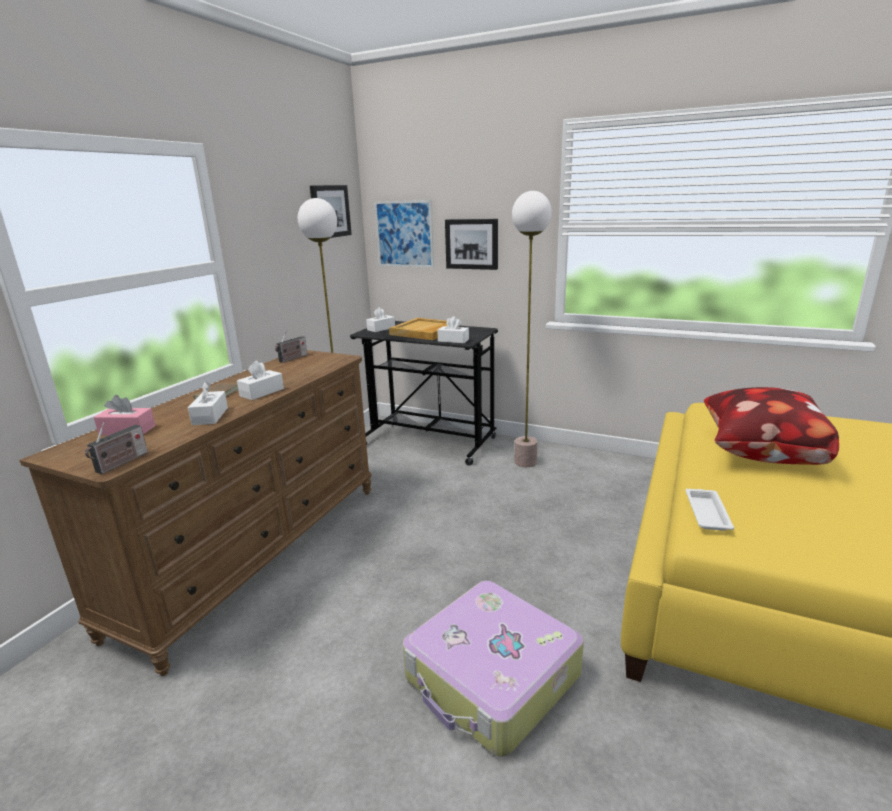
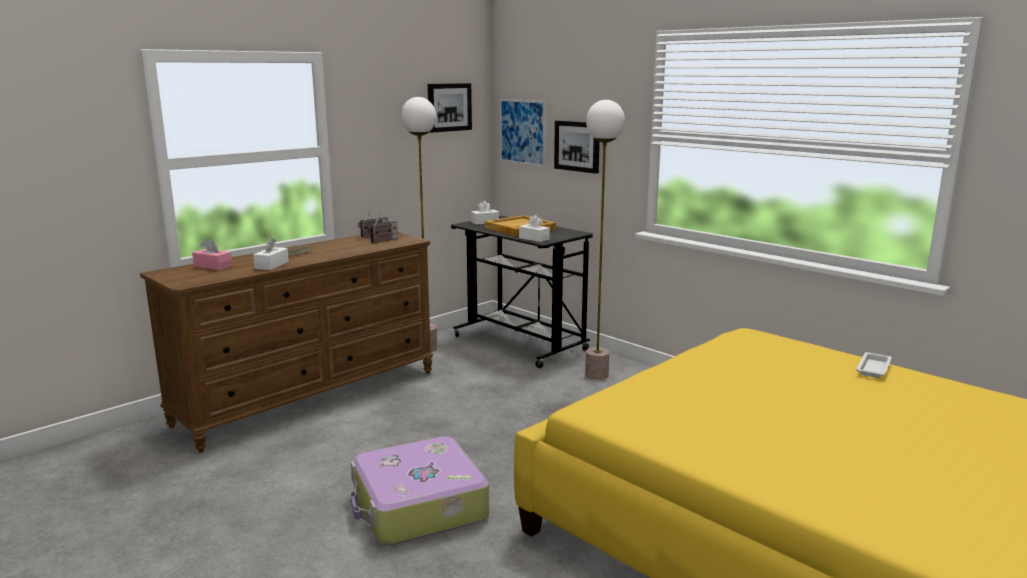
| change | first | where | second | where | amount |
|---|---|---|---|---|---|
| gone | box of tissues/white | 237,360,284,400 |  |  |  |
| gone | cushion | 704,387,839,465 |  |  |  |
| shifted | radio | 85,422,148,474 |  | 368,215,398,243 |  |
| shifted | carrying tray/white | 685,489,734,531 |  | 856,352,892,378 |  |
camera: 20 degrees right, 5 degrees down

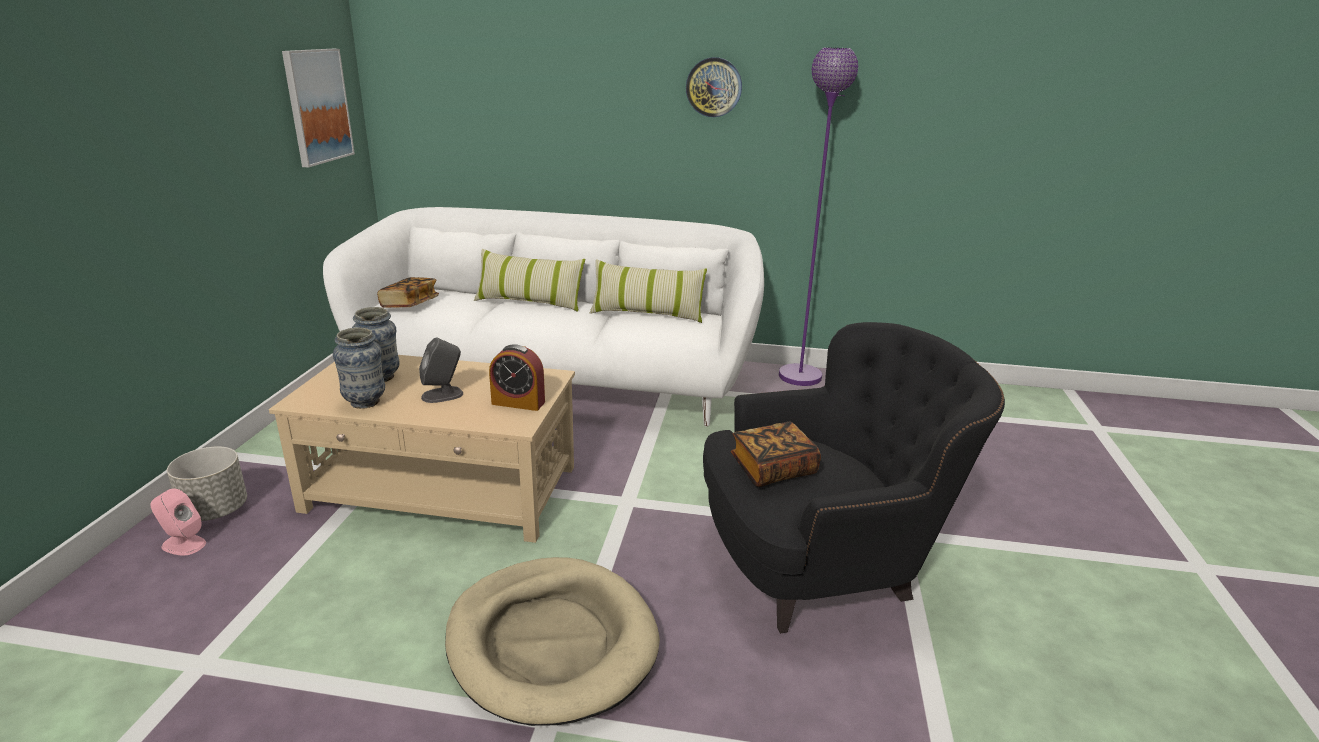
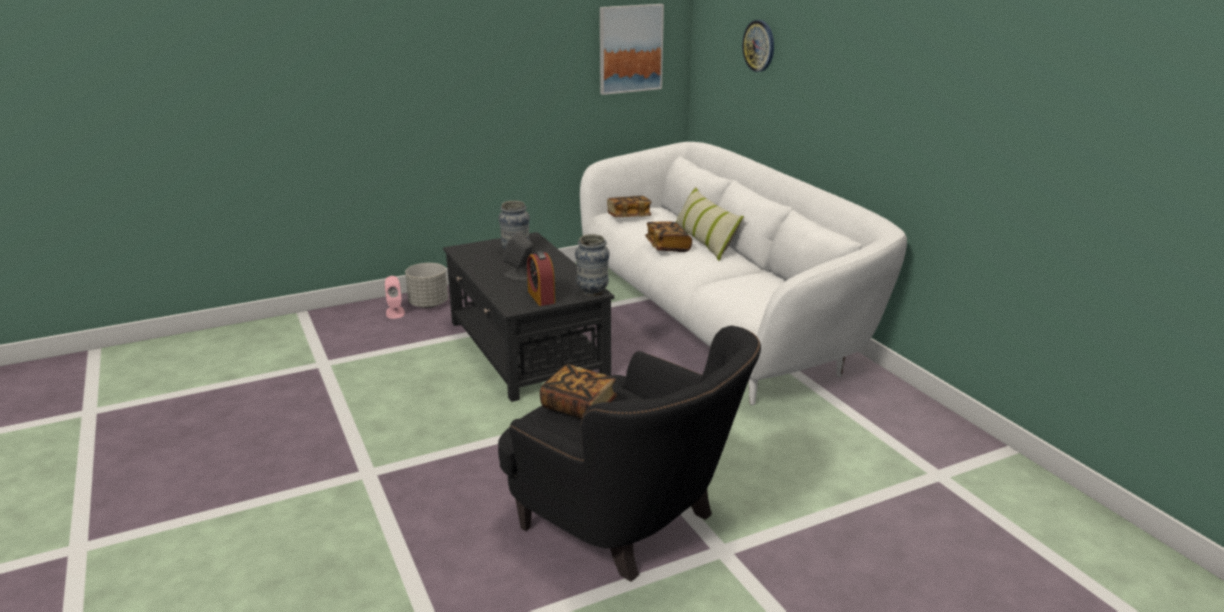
| change | first | where | second | where | amount |
|---|---|---|---|---|---|
| gone | standing lamp/purple | 779,47,858,386 |  |  |  |
| shifted | wall clock | 686,57,742,117 |  | 742,20,774,72 |  |
| gone | cushion | 590,259,707,323 |  |  |  |
| shifted | vase | 333,327,385,409 |  | 575,234,610,296 |  |
| repainted | low table/beige-coloured | 269,355,575,543 | low table/black | 443,232,614,402 |  |
| gone | dog bed/beige-coloured | 445,557,660,726 |  |  |  |
| new |  |  | volume | 645,222,692,252 |  |
camera: 55 degrees right, 0 degrees up

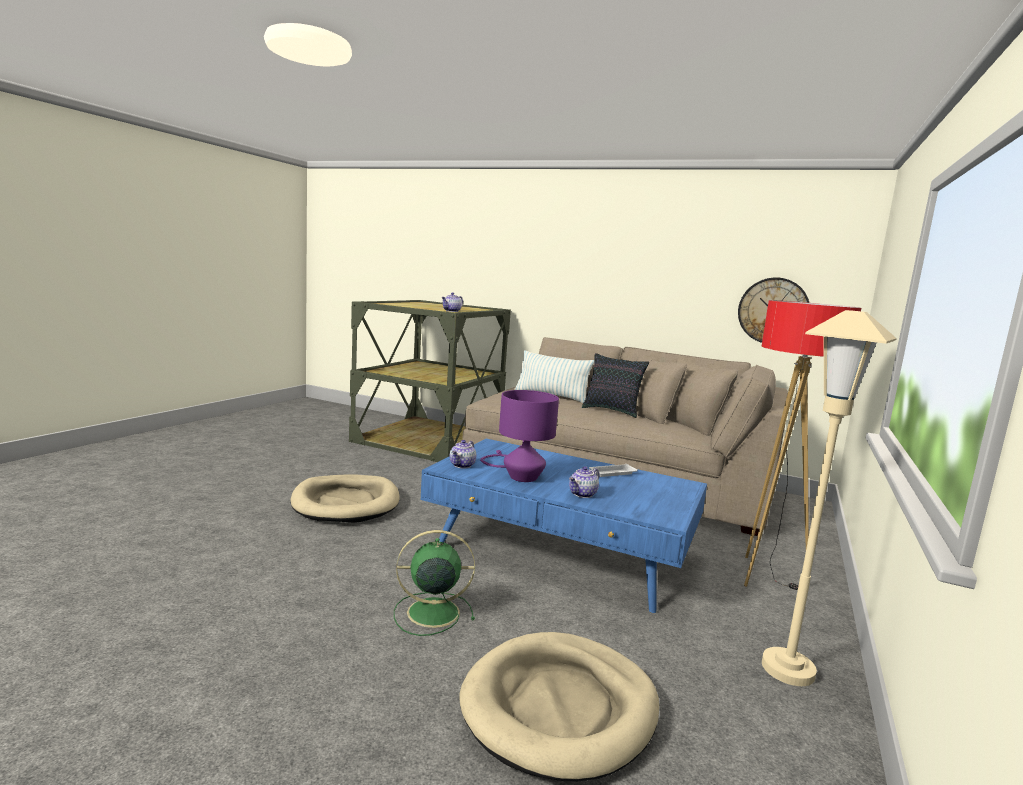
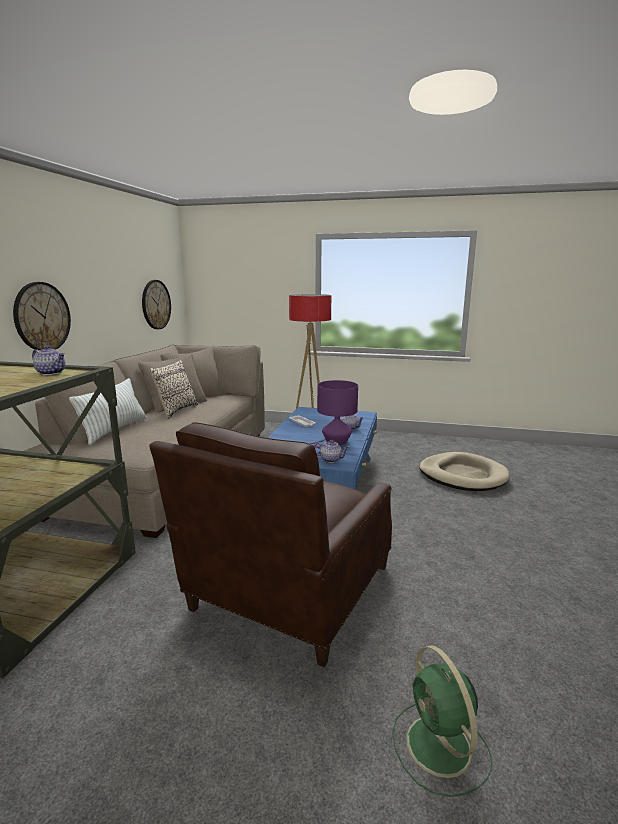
| change | first | where | second | where | amount |
|---|---|---|---|---|---|
| gone | standing lamp/beige-coloured | 762,310,897,686 |  |  |  |
| repainted | cushion/black | 582,353,649,418 | cushion/beige-coloured | 149,360,198,419 |  |
| swapped | dog bed/beige-coloured | 290,475,400,523 | lounge chair/brownish | 150,422,392,667 |  |
| shifted | fan/green | 394,530,475,636 |  | 392,645,492,797 |  |
| new |  |  | wall clock | 13,282,71,350 |  |
camera: 100 degrees left, 5 degrees up

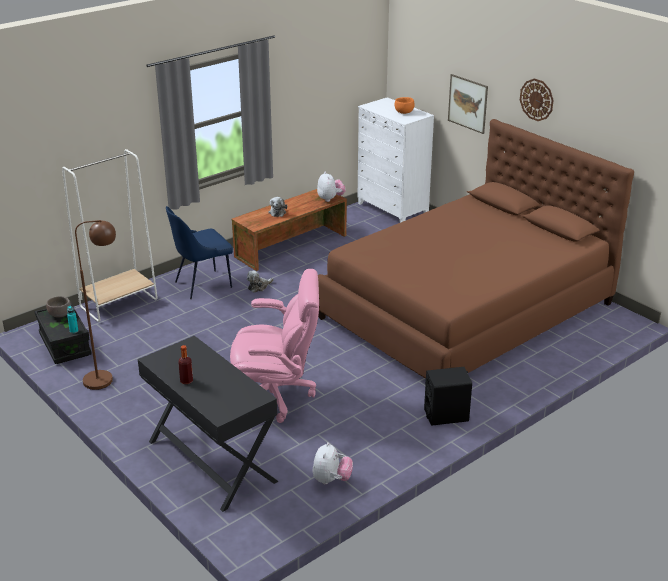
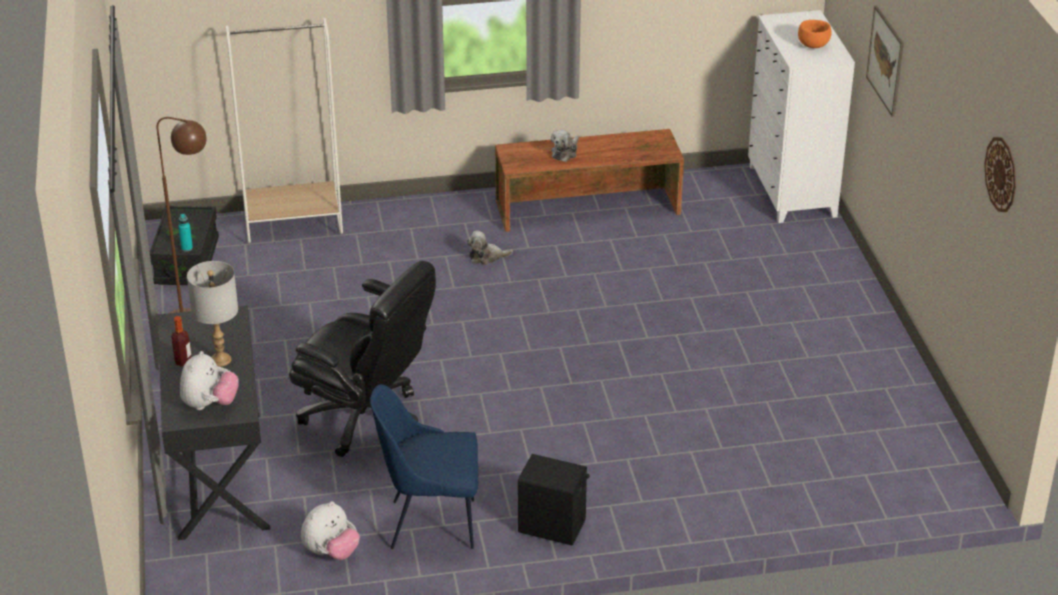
| change | first | where | second | where | amount |
|---|---|---|---|---|---|
| shifted | wall clock | 520,79,554,121 |  | 984,137,1016,212 |  |
| gone | bedroom bed/brownish | 318,119,634,379 |  |  |  |
| shifted | soft toy | 317,172,346,202 |  | 180,351,239,410 |  |
| shifted | plain chair/blue | 166,206,233,299 |  | 370,385,478,549 |  |
| repainted | computer chair/pink-coloured | 230,269,319,423 | computer chair/black | 289,261,436,457 |  |
| gone | serving bowl/brownish | 46,296,71,318 |  |  |  |
| new |  |  | tabletop lamp/greyish | 187,261,238,367 |  |
camera: 30 degrees right, 5 degrees up

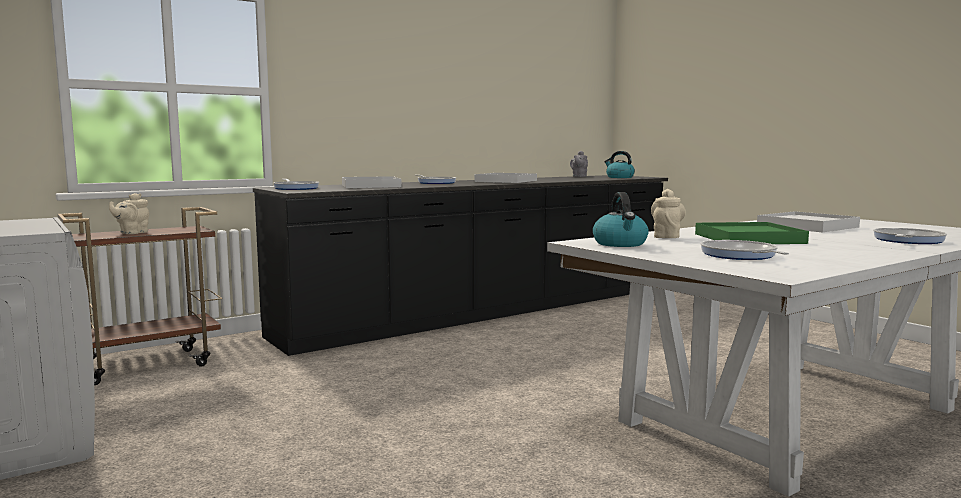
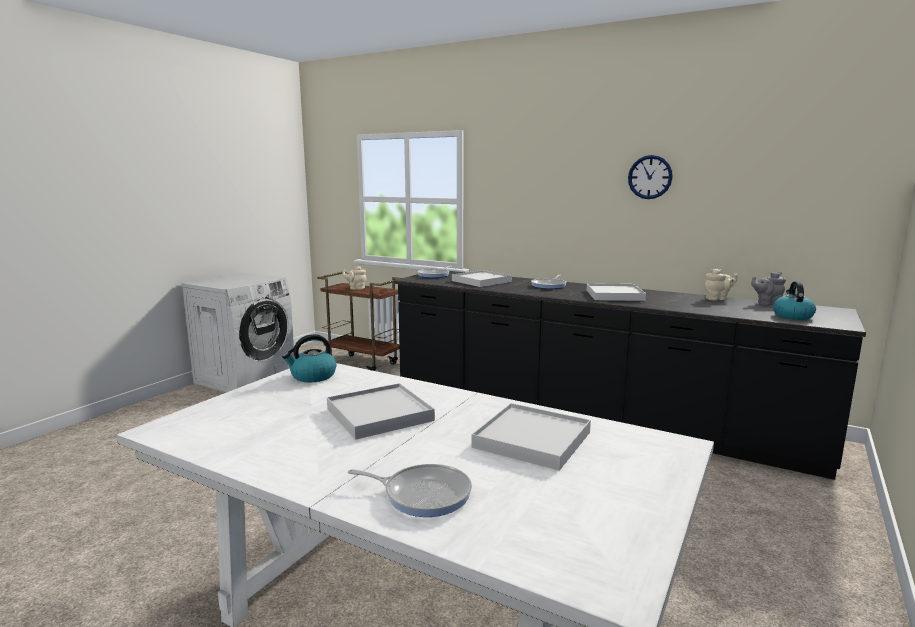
| change | first | where | second | where | amount |
|---|---|---|---|---|---|
| shifted | pot for tea/beige-coloured | 651,189,686,238 |  | 705,268,737,300 |  |
| repainted | carrying tray/green | 695,222,809,244 | carrying tray/white | 327,383,435,440 |  |
| gone | pan | 700,240,789,260 |  |  |  |
| new |  |  | wall clock | 628,155,673,199 |  |
camera: 65 degrees right, 5 degrees up

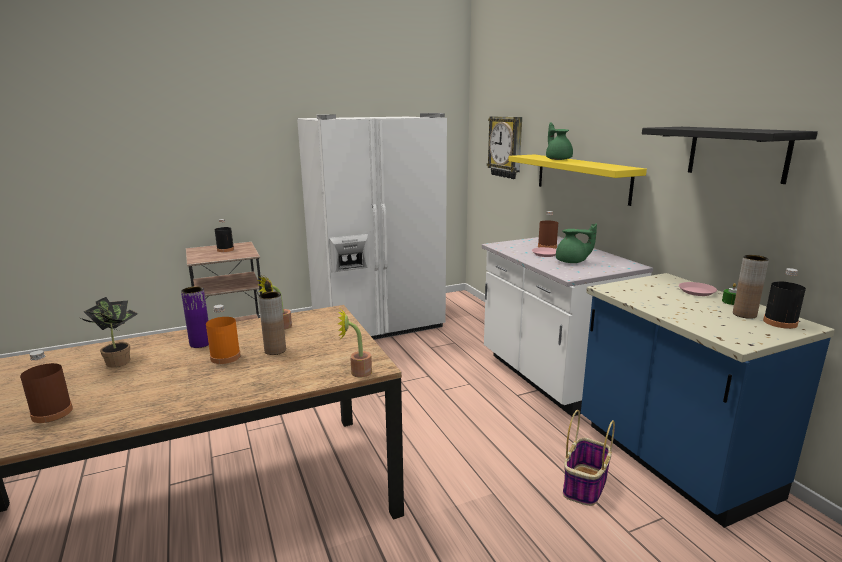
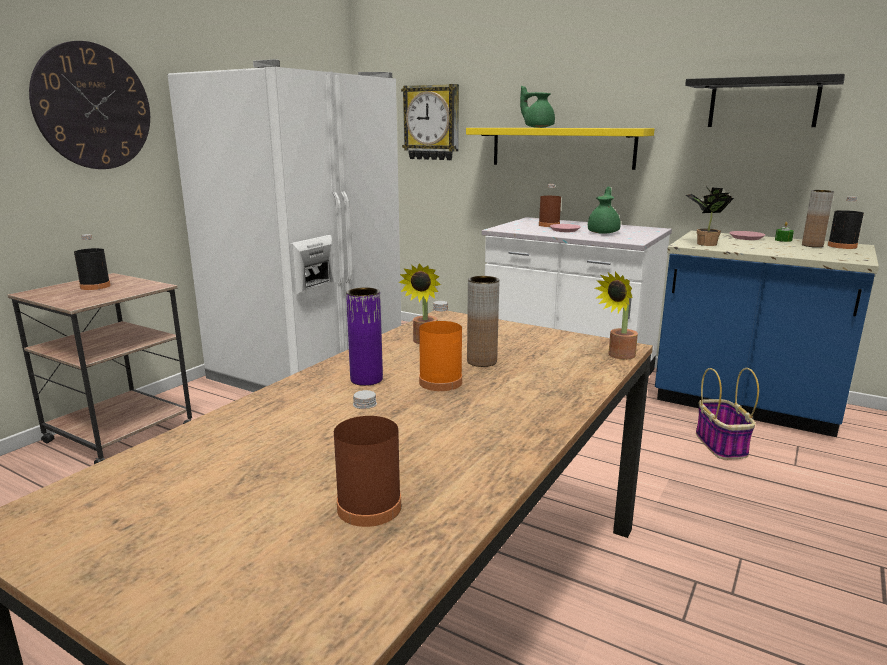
| change | first | where | second | where | amount |
|---|---|---|---|---|---|
| rotated | pot for tea/green | 556,223,597,263 |  | 588,187,621,234 | 45 degrees counterclockwise |
| shifted | houseplant | 78,297,138,367 |  | 686,186,734,246 |  |
| new |  |  | wall clock | 29,41,150,169 |  |
camera: 35 degrees left, 0 degrees up

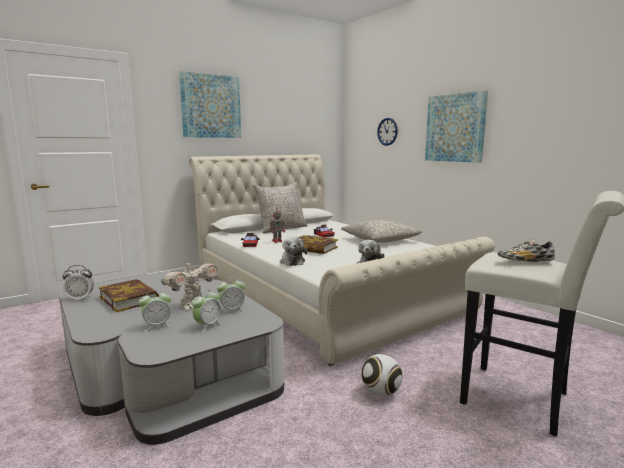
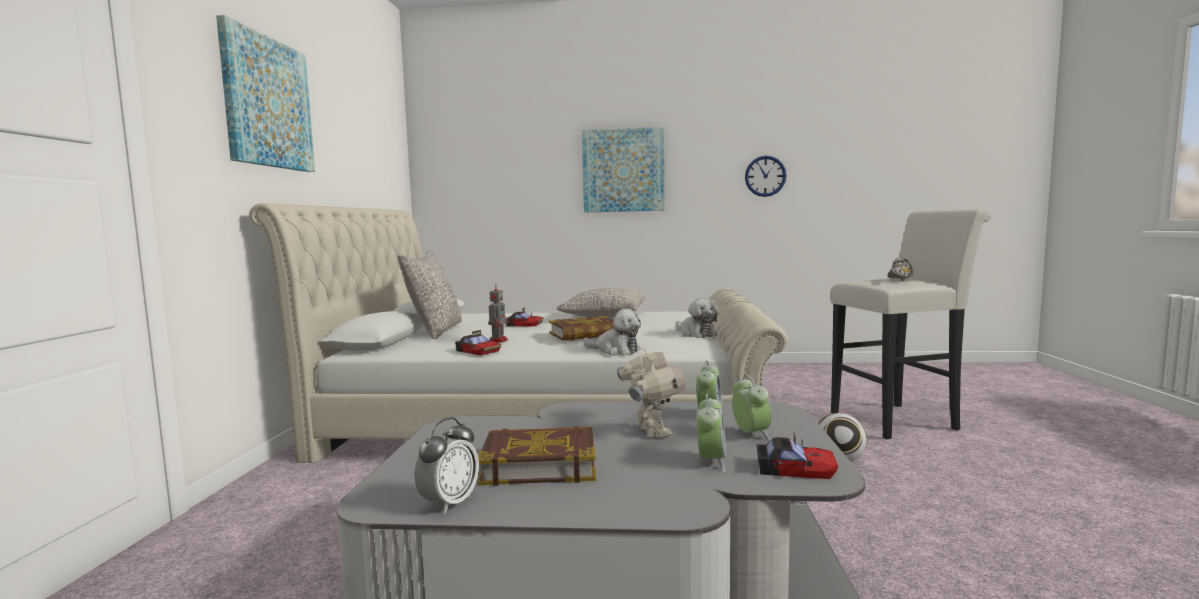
| change | first | where | second | where | amount |
|---|---|---|---|---|---|
| shifted | wall clock | 377,118,398,146 |  | 745,156,787,197 |  |
| new |  |  | toy car | 756,434,838,479 |  |
camera: 50 degrees left, 5 degrees down

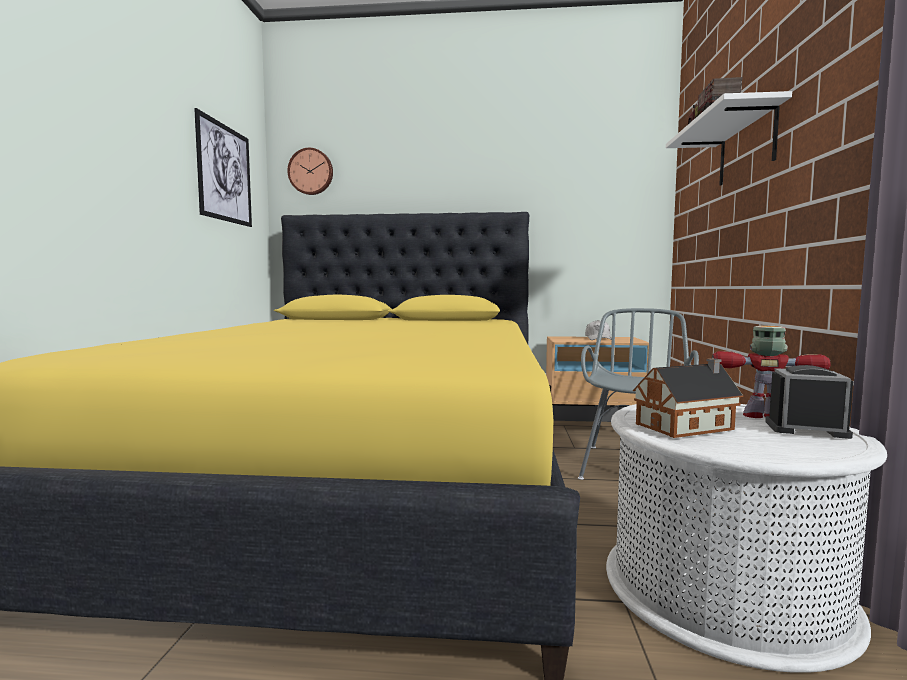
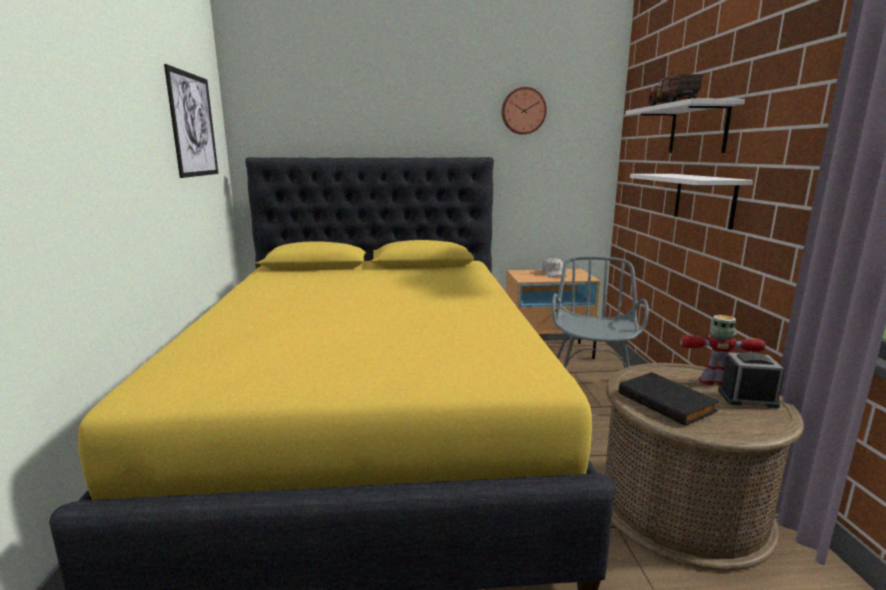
| change | first | where | second | where | amount |
|---|---|---|---|---|---|
| shifted | wall clock | 287,148,333,195 |  | 502,87,547,135 |  |
| swapped | model house | 633,358,743,438 | volume/black | 619,372,719,426 |  |
| repainted | low table/white | 606,404,887,673 | low table/brownish | 601,363,804,571 |  |
| new |  |  | wall shelf/white | 630,174,753,230 |  |
camera: 10 degrees left, 10 degrees up

